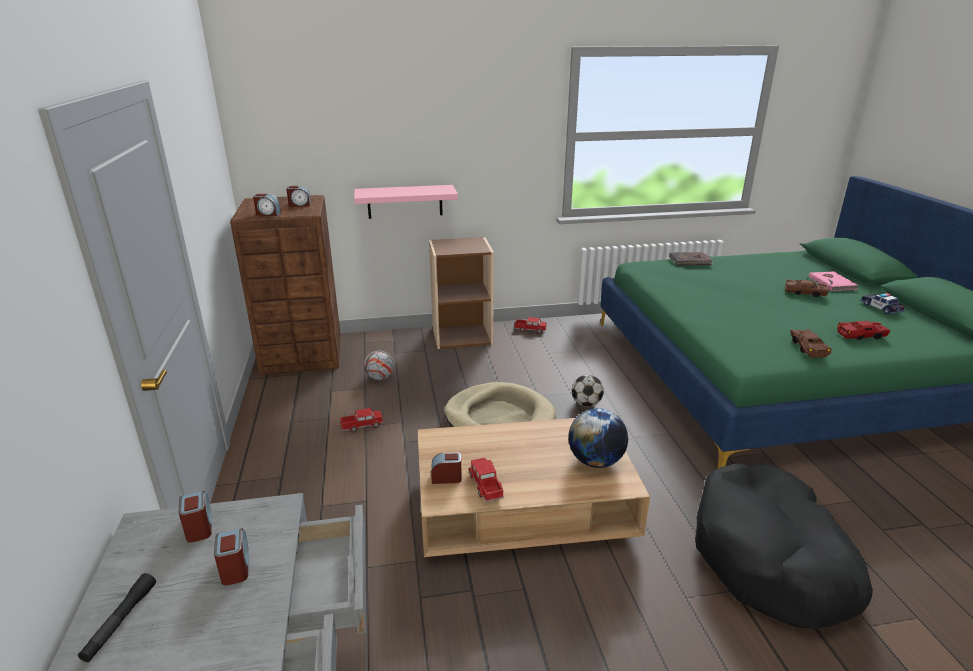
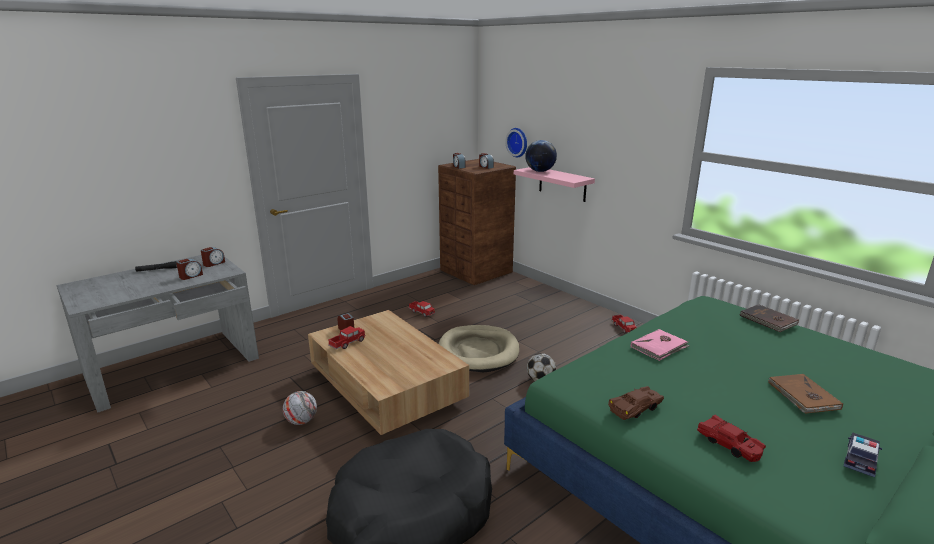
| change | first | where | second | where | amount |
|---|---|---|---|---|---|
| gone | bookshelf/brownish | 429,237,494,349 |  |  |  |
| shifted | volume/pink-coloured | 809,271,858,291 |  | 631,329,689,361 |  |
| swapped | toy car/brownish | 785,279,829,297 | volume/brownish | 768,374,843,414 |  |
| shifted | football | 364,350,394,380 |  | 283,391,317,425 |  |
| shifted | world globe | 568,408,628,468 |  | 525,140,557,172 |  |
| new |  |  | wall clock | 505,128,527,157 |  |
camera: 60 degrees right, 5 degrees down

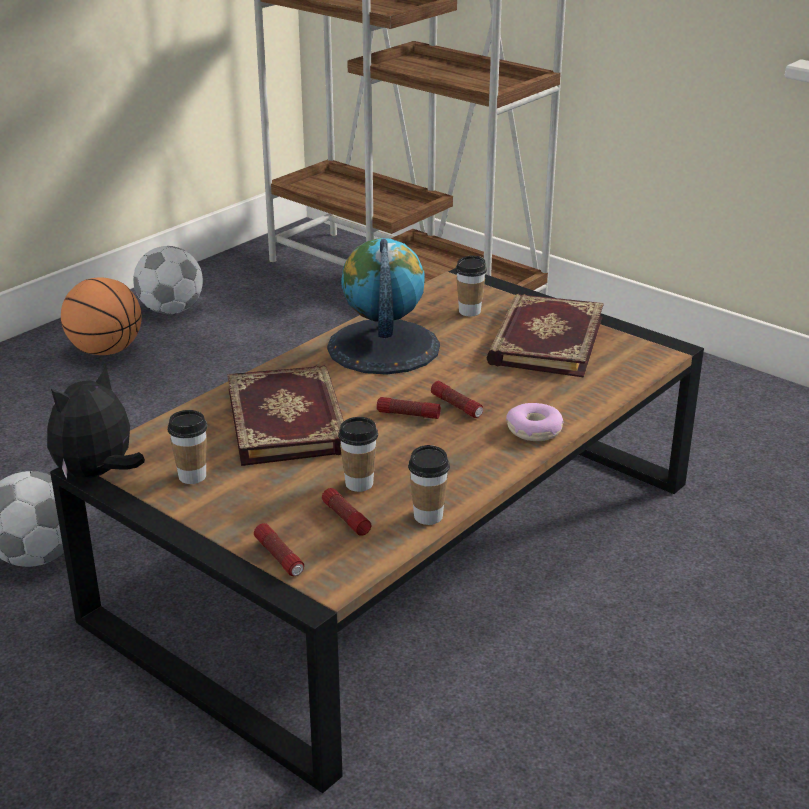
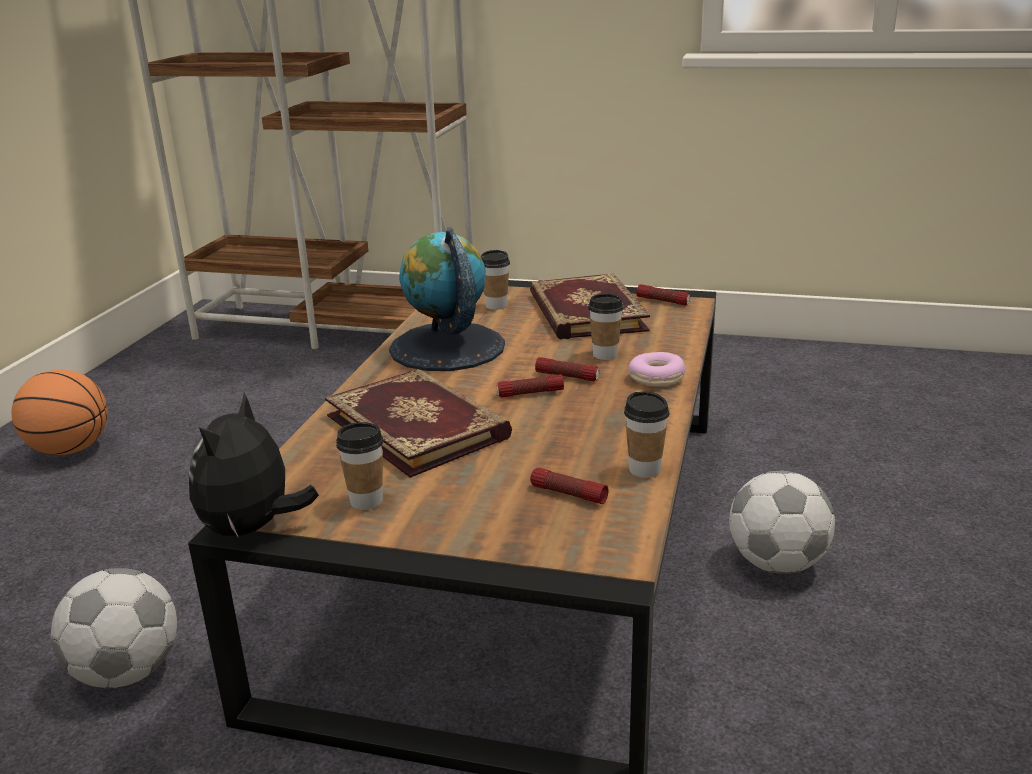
| change | first | where | second | where | amount |
|---|---|---|---|---|---|
| shifted | football | 133,246,203,314 |  | 729,471,835,574 |  |
| shifted | cup | 338,417,378,492 |  | 588,294,623,360 |  |
| shifted | flashlight | 254,523,304,576 |  | 636,284,690,305 |  |
camera: 25 degrees left, 5 degrees down

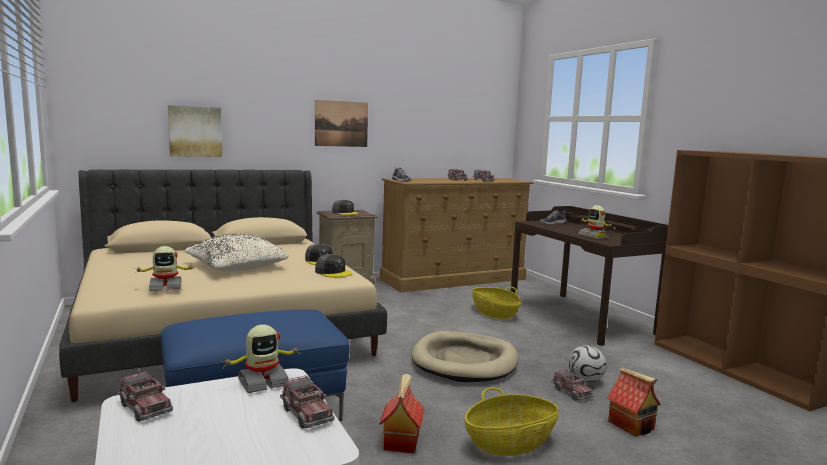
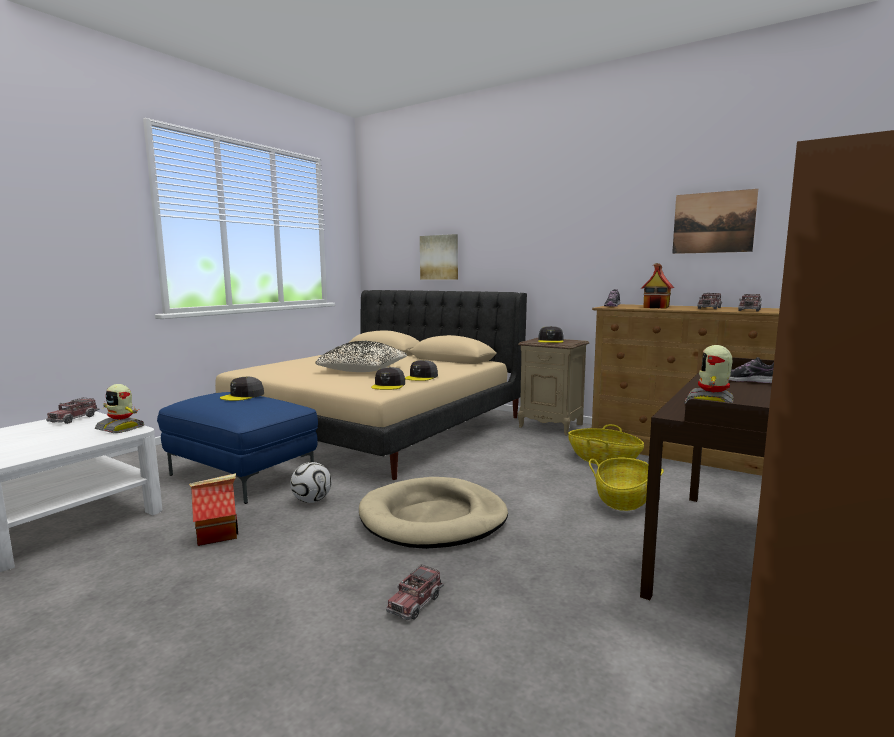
| change | first | where | second | where | amount |
|---|---|---|---|---|---|
| shifted | wall picture | 315,100,368,147 |  | 672,189,758,254 |  |
| gone | toy robot | 137,246,195,291 |  |  |  |
| shifted | football | 568,345,607,383 |  | 290,462,332,503 |  |
| shifted | model house | 607,367,661,437 |  | 642,263,674,308 |  |
| gone | toy truck | 280,375,334,429 |  |  |  |
| shifted | basket | 465,387,559,456 |  | 568,424,644,465 |  |
| new |  |  | baseball cap/greyish | 220,377,264,401 |  |
camera: 60 degrees right, 0 degrees up

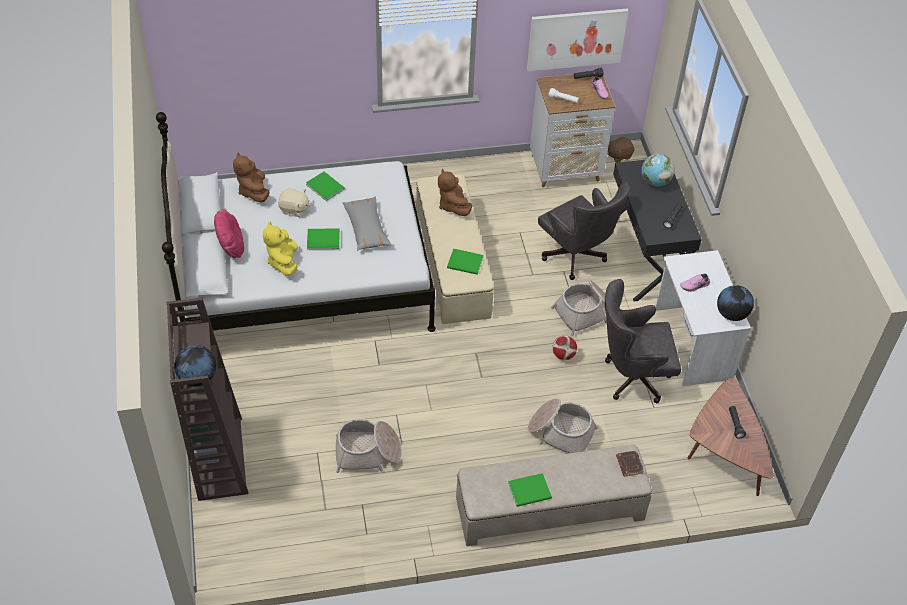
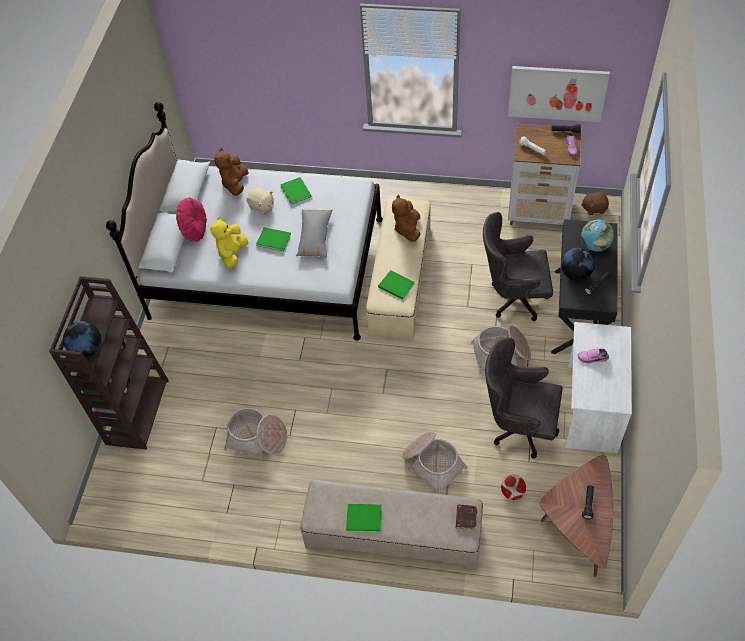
| change | first | where | second | where | amount |
|---|---|---|---|---|---|
| rotated | computer chair/greyish | 538,181,630,280 |  | 483,212,553,321 | 105 degrees clockwise |
| shifted | world globe | 717,285,754,321 |  | 561,248,595,281 |  |
| shifted | football | 552,335,577,360 |  | 501,475,526,500 |  |
camera: 25 degrees right, 5 degrees up

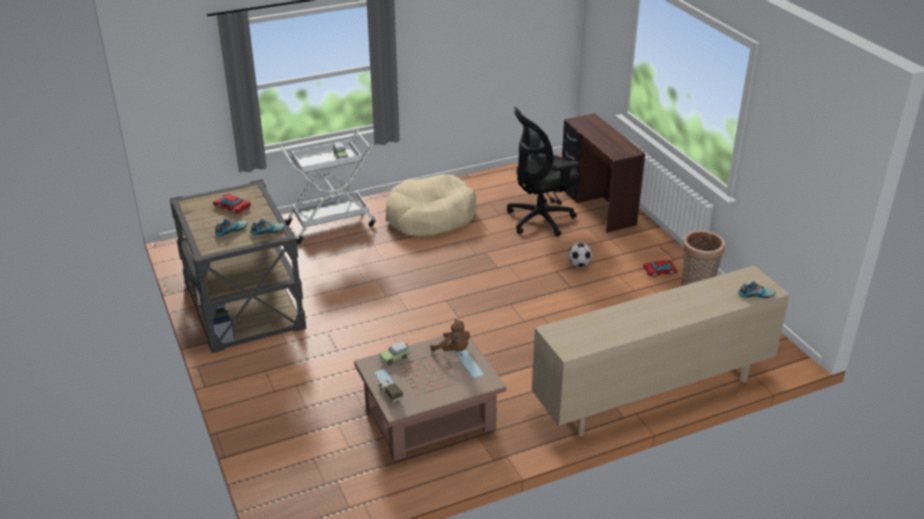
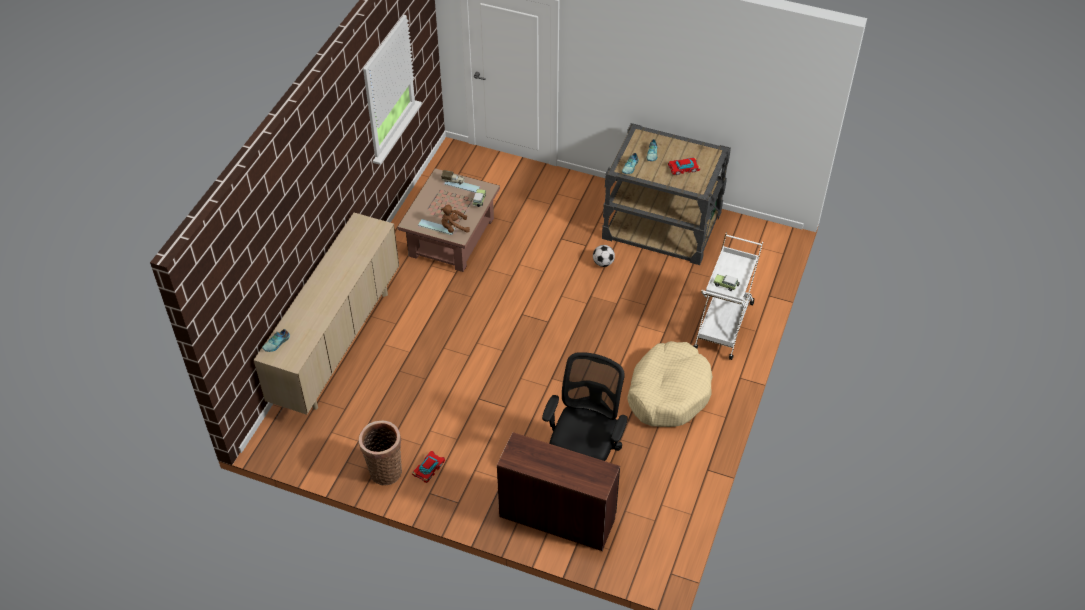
| change | first | where | second | where | amount |
|---|---|---|---|---|---|
| shifted | football | 568,243,592,267 |  | 593,245,615,267 |  |
camera: 135 degrees right, 15 degrees up

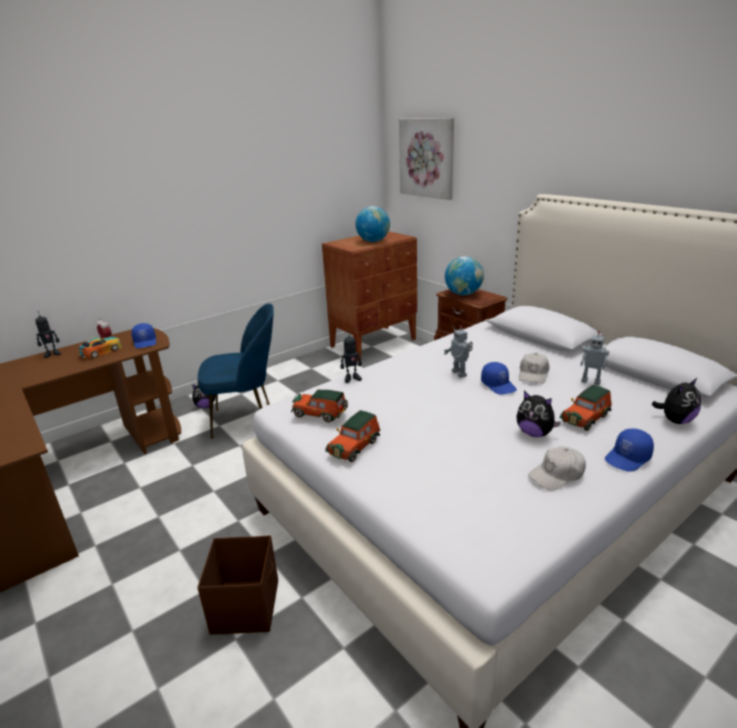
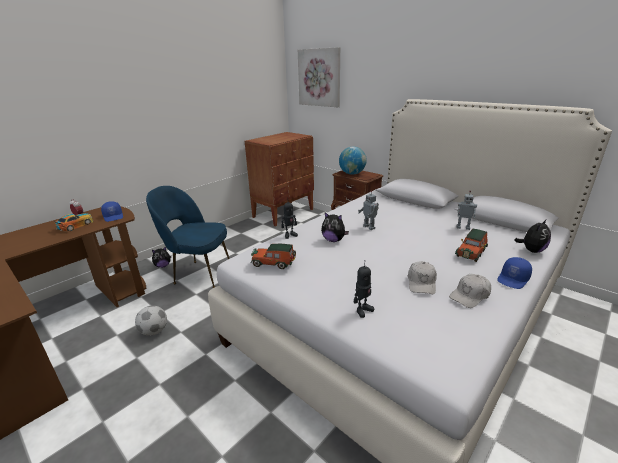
| change | first | where | second | where | amount |
|---|---|---|---|---|---|
| gone | world globe | 355,206,390,242 |  |  |  |
| rotated | plain chair/blue | 198,304,274,439 |  | 146,186,230,288 | 150 degrees counterclockwise |
| shifted | toy robot | 35,311,61,358 |  | 354,260,374,318 |  |
| shifted | baseball cap/white | 519,353,549,384 |  | 408,261,437,294 |  |
| gone | baseball cap/blue | 481,362,517,394 |  |  |  |
| shifted | soft toy | 516,391,561,437 |  | 321,212,349,242 |  |
| gone | toy car | 325,410,380,462 |  |  |  |
| gone | storage bin/brownish | 197,535,278,635 |  |  |  |
| new |  |  | football | 135,305,167,336 |  |
camera: 10 degrees left, 0 degrees up

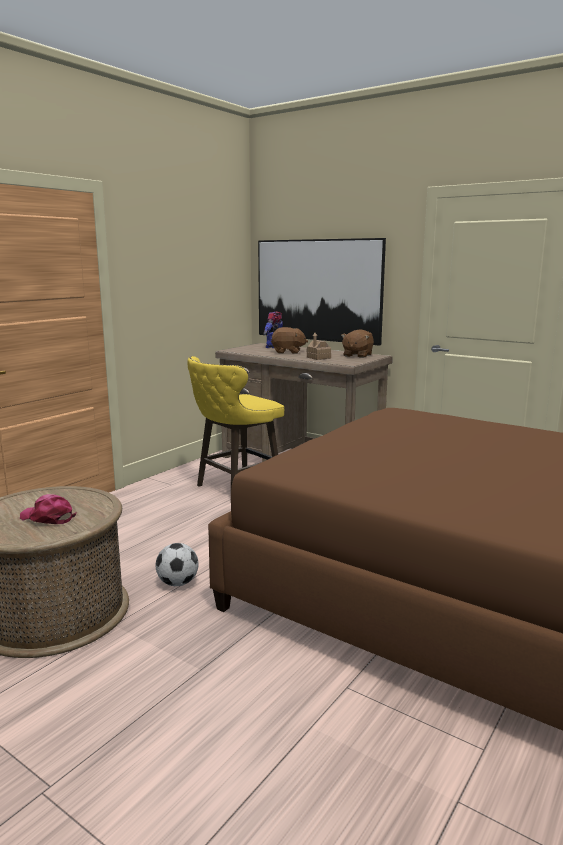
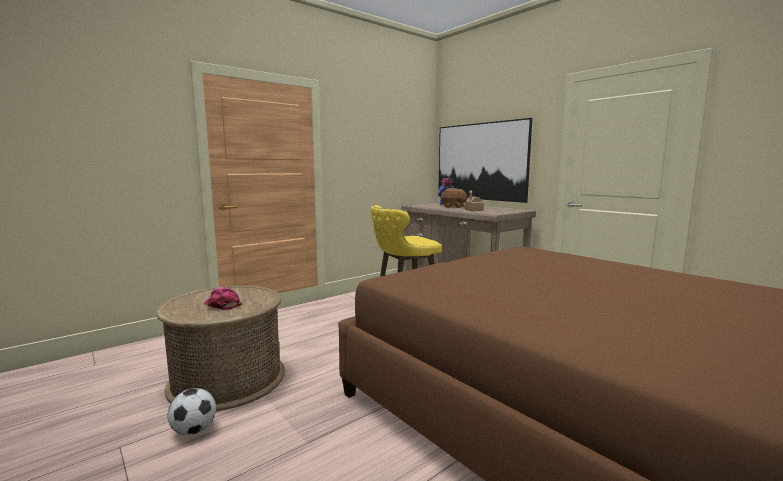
| change | first | where | second | where | amount |
|---|---|---|---|---|---|
| gone | soft toy/brownish | 341,329,374,358 |  |  |  |
| shifted | football | 156,543,199,586 |  | 167,388,216,435 |  |
camera: 15 degrees right, 5 degrees down

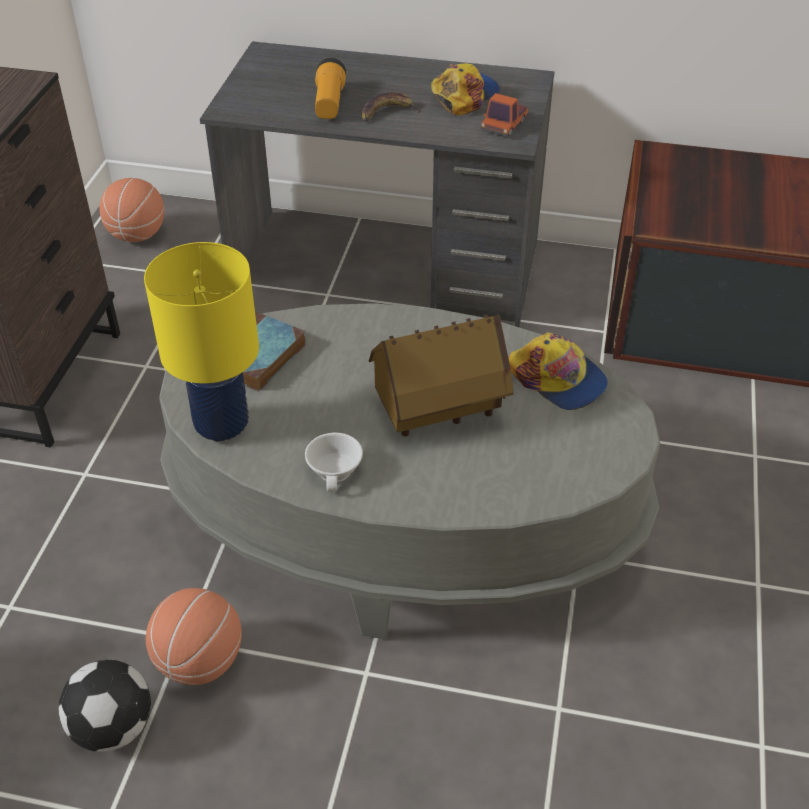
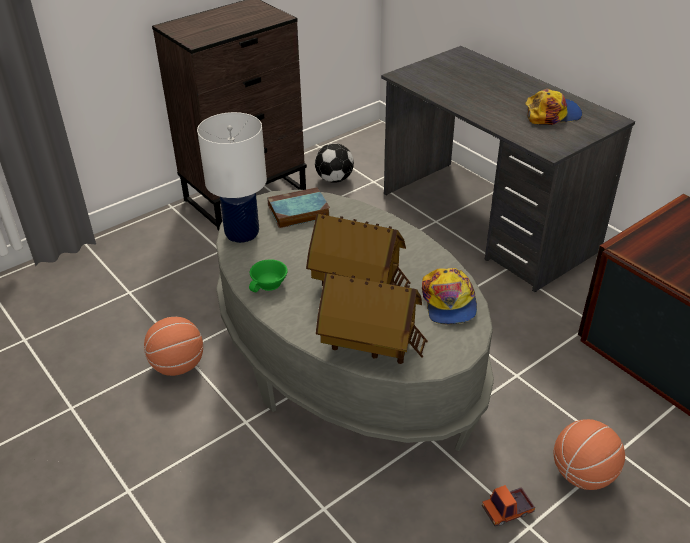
| change | first | where | second | where | amount |
|---|---|---|---|---|---|
| gone | flashlight | 315,58,346,119 |  |  |  |
| gone | banana fruit | 362,92,420,122 |  |  |  |
| shifted | toy truck | 481,93,529,136 |  | 482,485,535,526 |  |
| shifted | basketball ball | 100,178,164,242 |  | 554,419,625,490 |  |
| repainted | tabletop lamp/yellow | 144,242,259,441 | tabletop lamp/white | 197,112,267,243 |  |
| repainted | cup/white | 305,433,363,492 | cup/green | 249,259,288,292 |  |
| shifted | football | 59,660,151,752 |  | 315,143,354,183 |  |
| new |  |  | model house | 316,272,428,364 |  |
camera: 40 degrees right, 5 degrees down

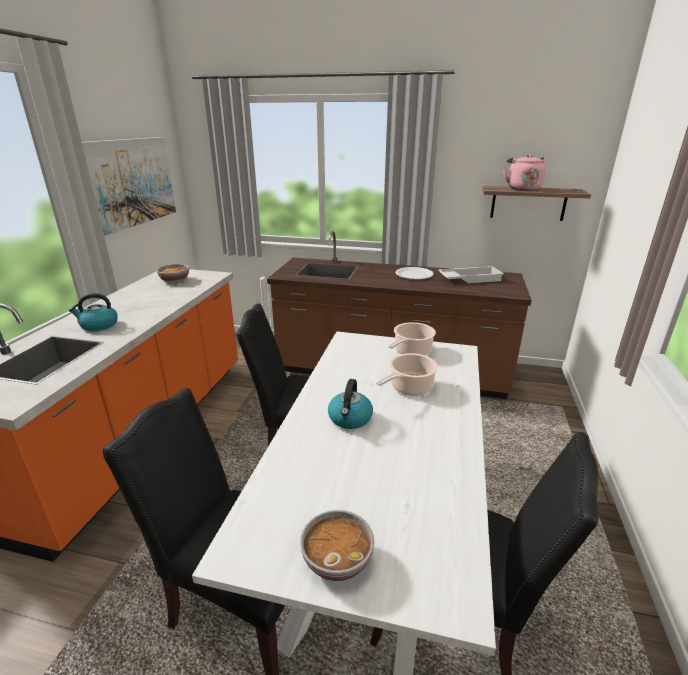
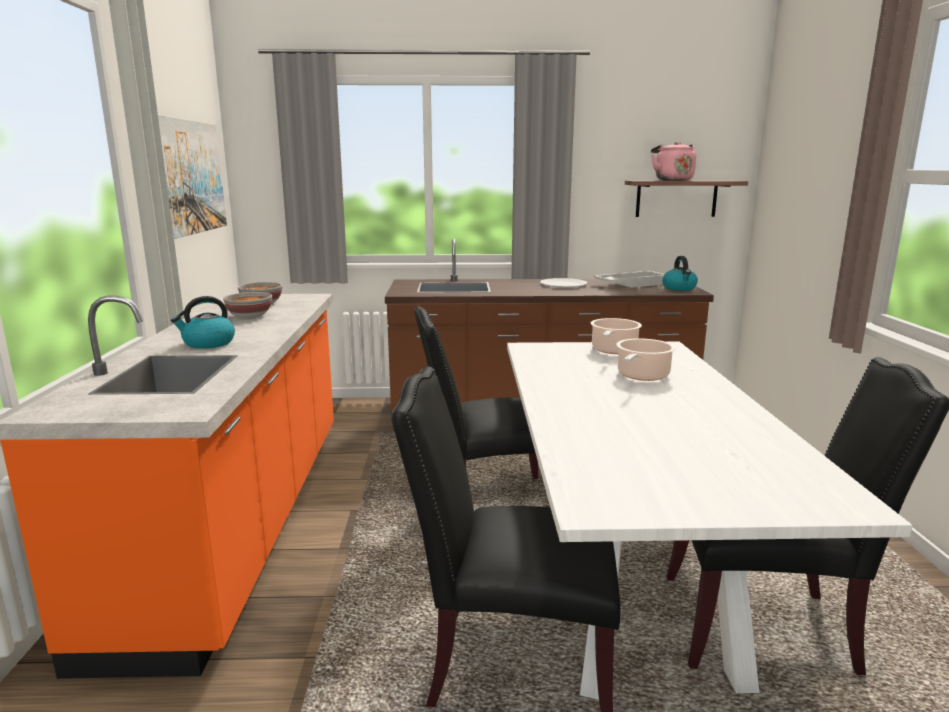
| change | first | where | second | where | amount |
|---|---|---|---|---|---|
| shifted | water kettle | 328,379,373,429 |  | 662,256,698,291 |  |
| shifted | serving bowl | 300,510,374,581 |  | 223,292,272,318 |  |
camera: 15 degrees left, 10 degrees down

